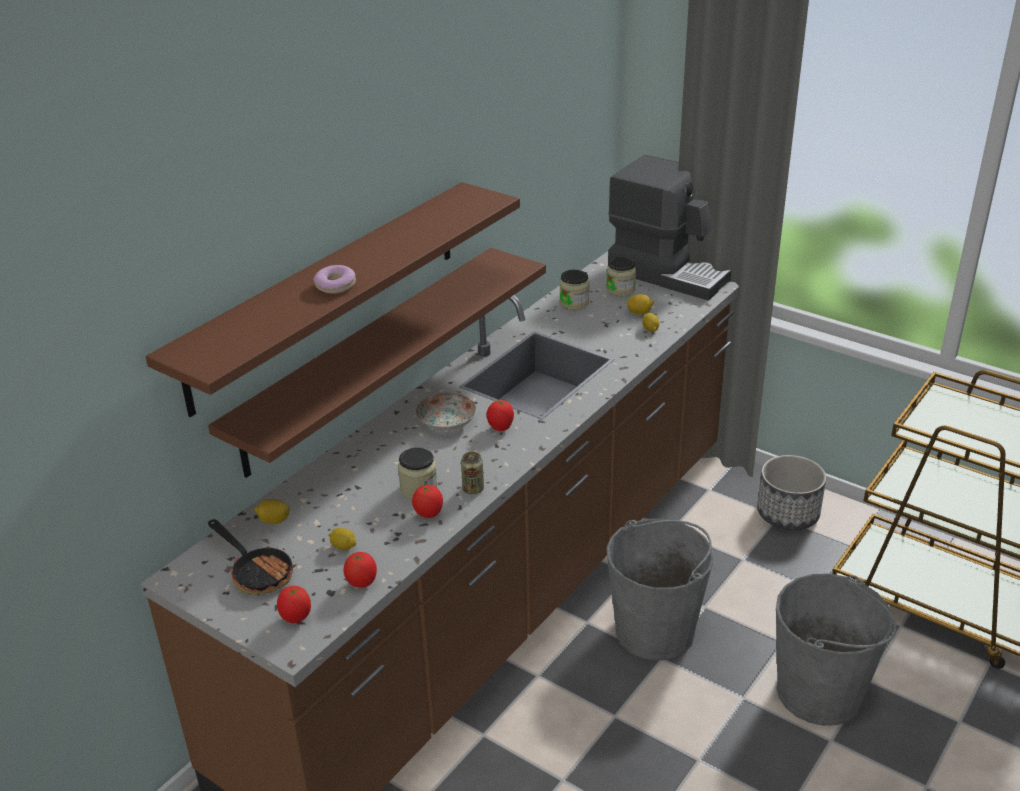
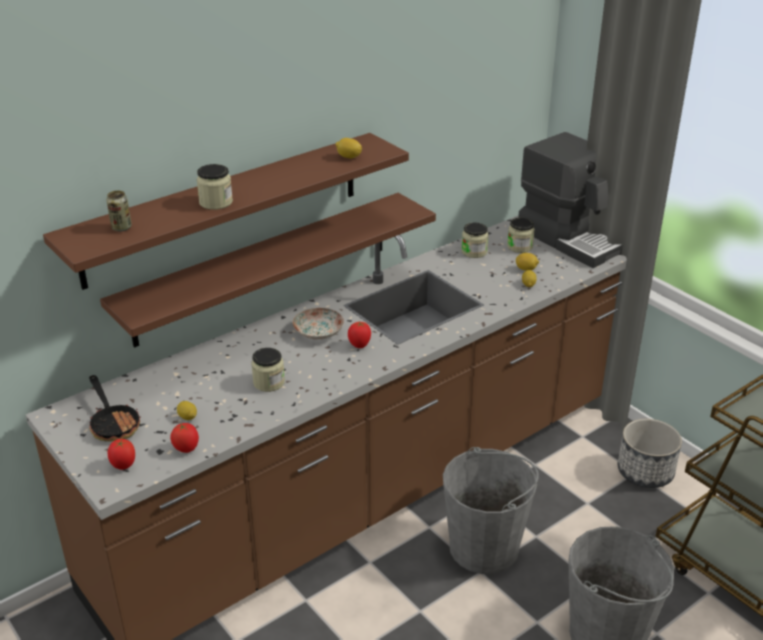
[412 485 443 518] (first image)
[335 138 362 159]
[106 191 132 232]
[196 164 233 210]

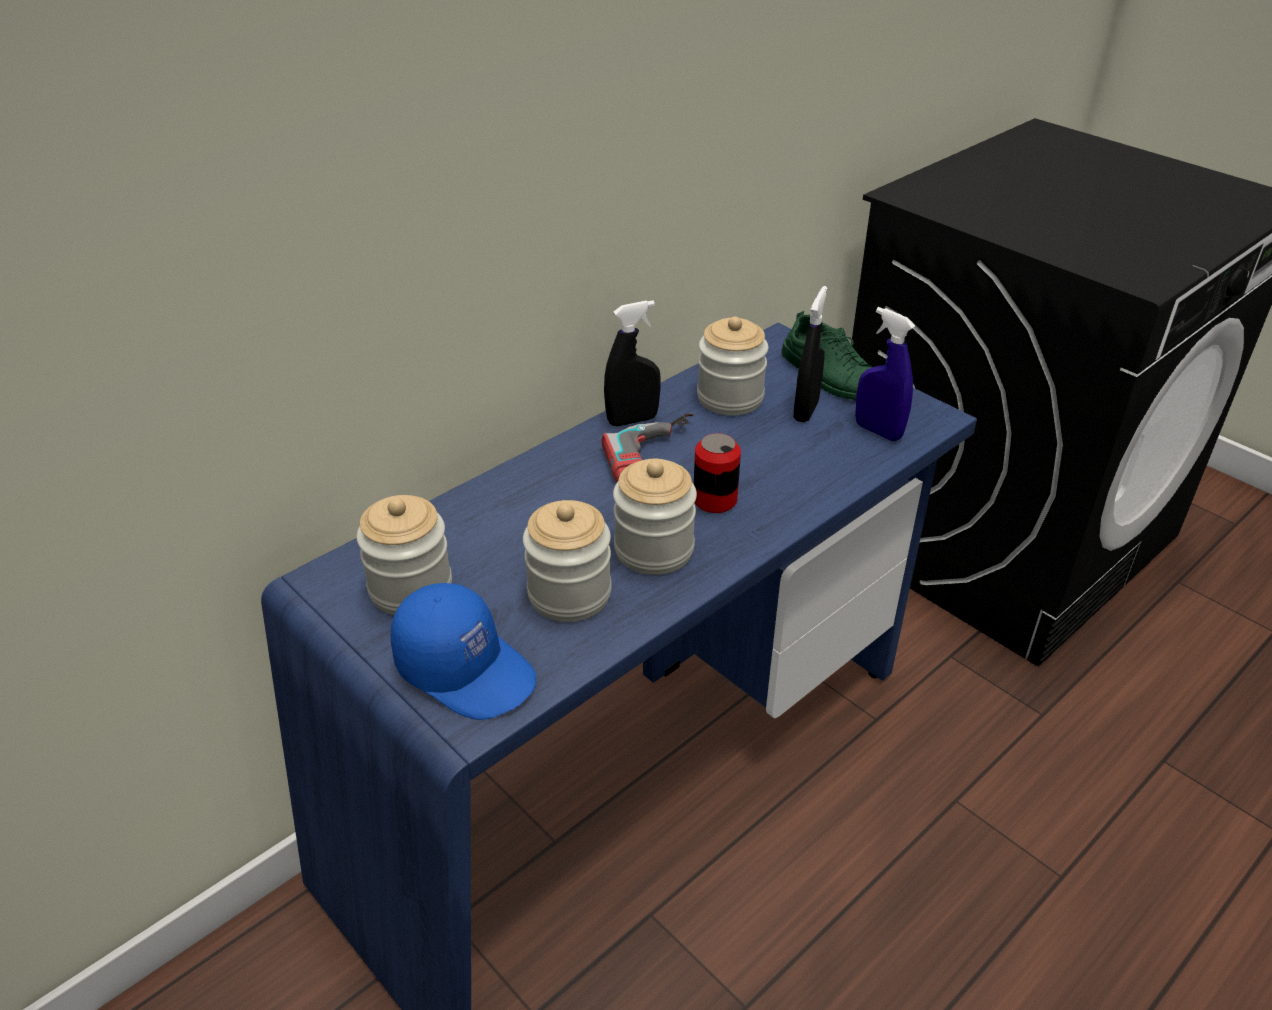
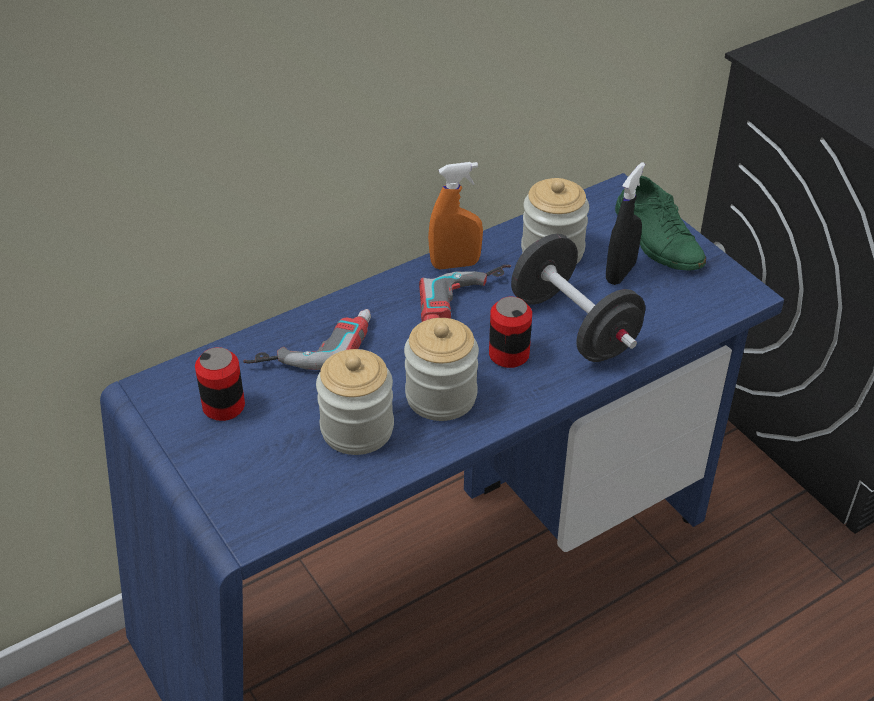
[390 583 536 720] (first image)
[855 307 915 441] (first image)
[243 309 371 370]
[511 234 645 362]
[195 347 245 421]
[428 162 483 270]

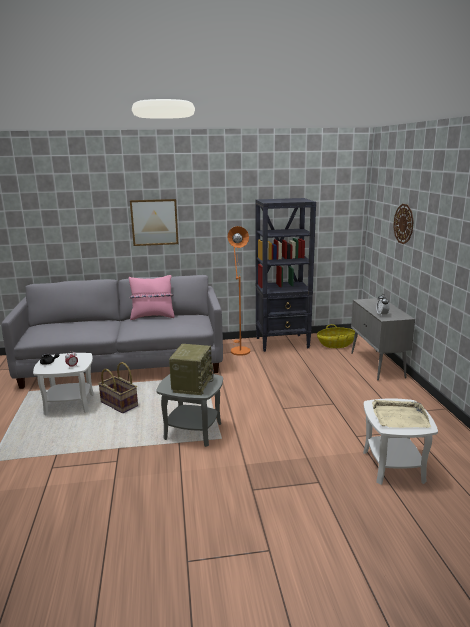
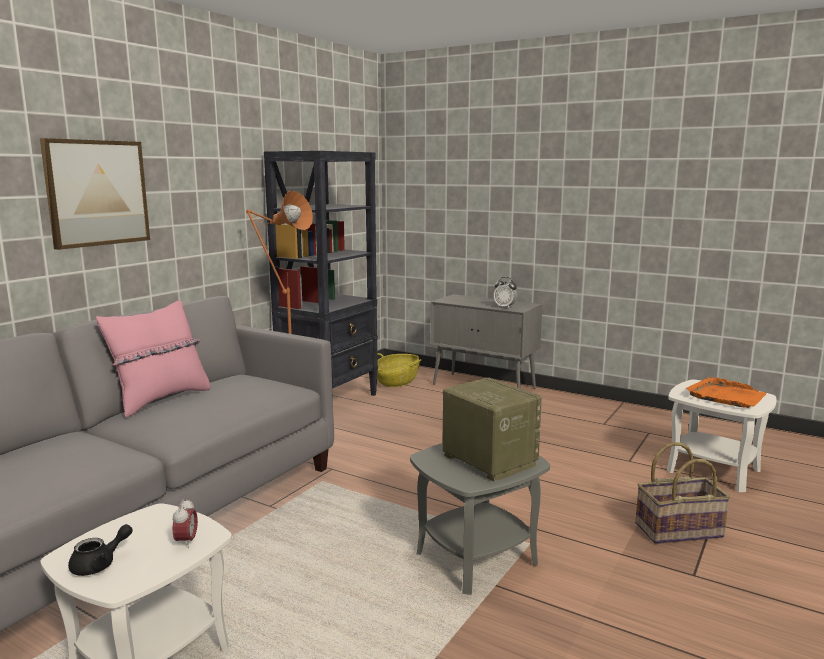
[393 204 414 244] (first image)
[635 442 731 544]
[686 377 766 408]

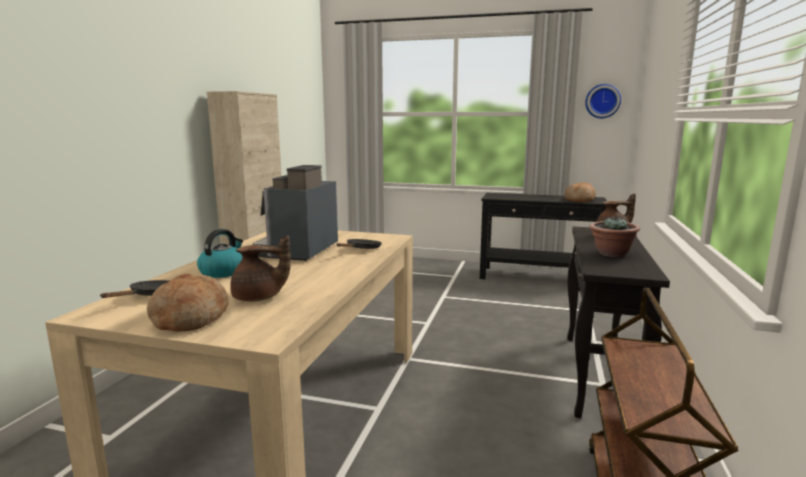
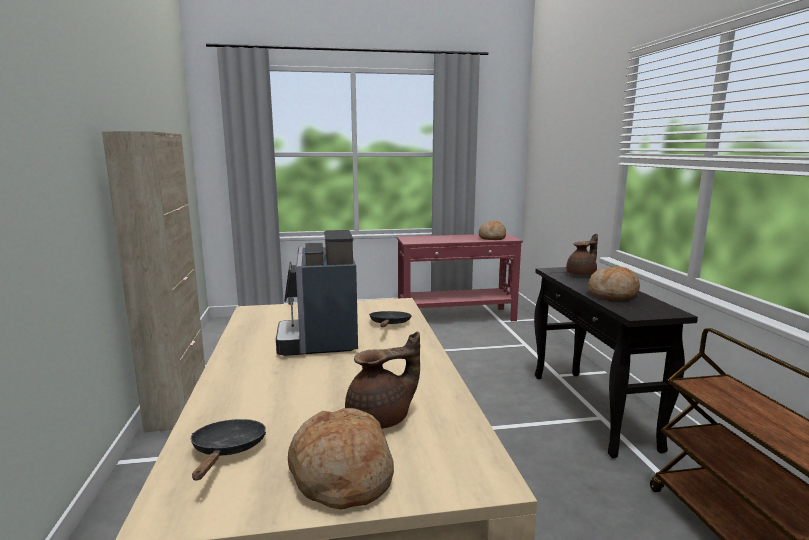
[197 229 243 278] (first image)
[585 84 621 118] (first image)
[588 267 640 301]
[397 233 523 321]

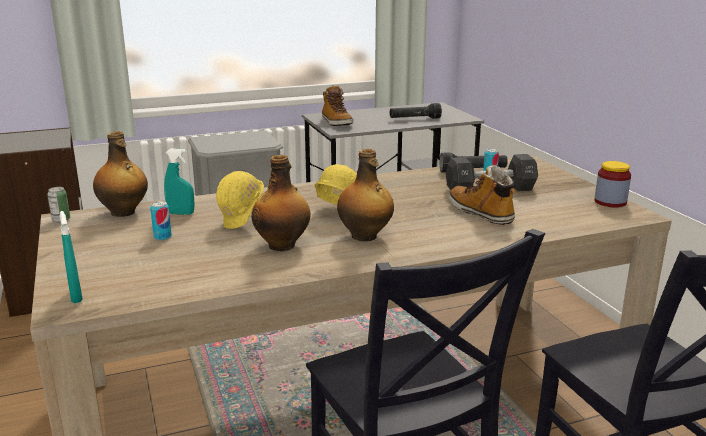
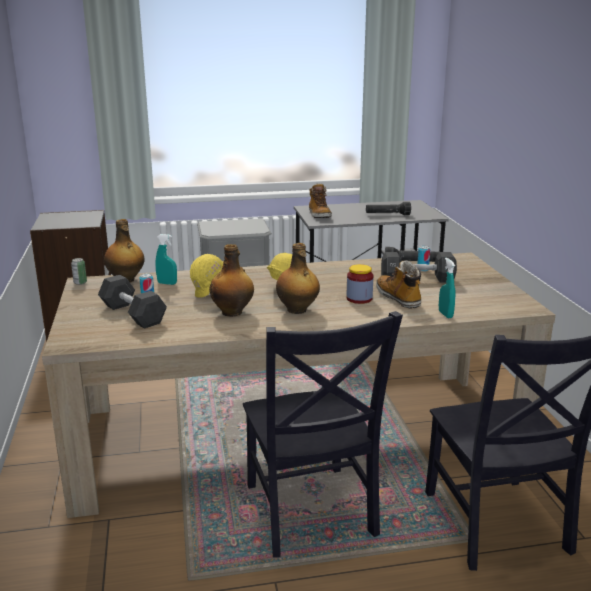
[98 275 167 329]
[439 258 455 318]
[346 264 373 304]

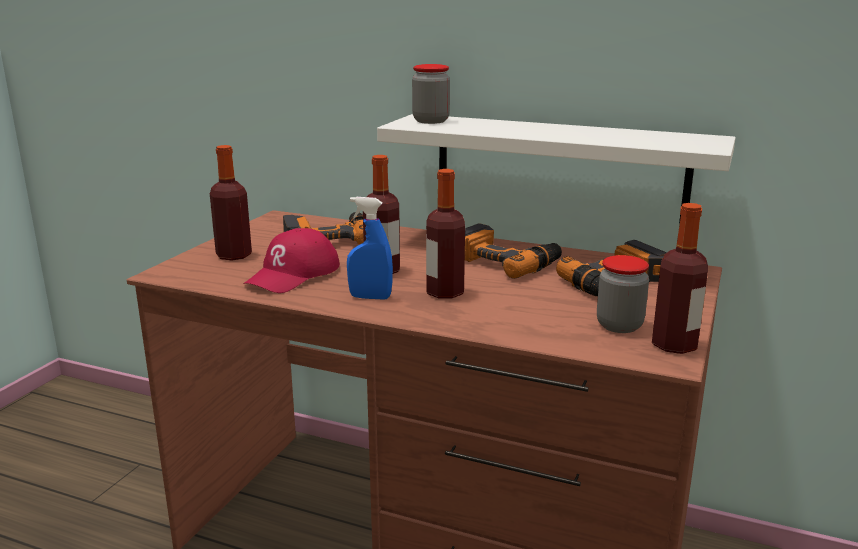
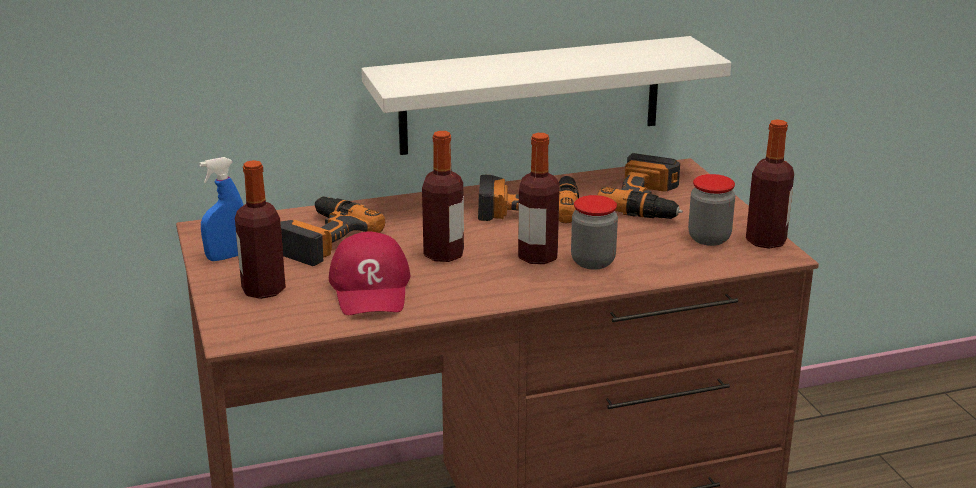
[199 157 244 261]
[571 195 618 270]

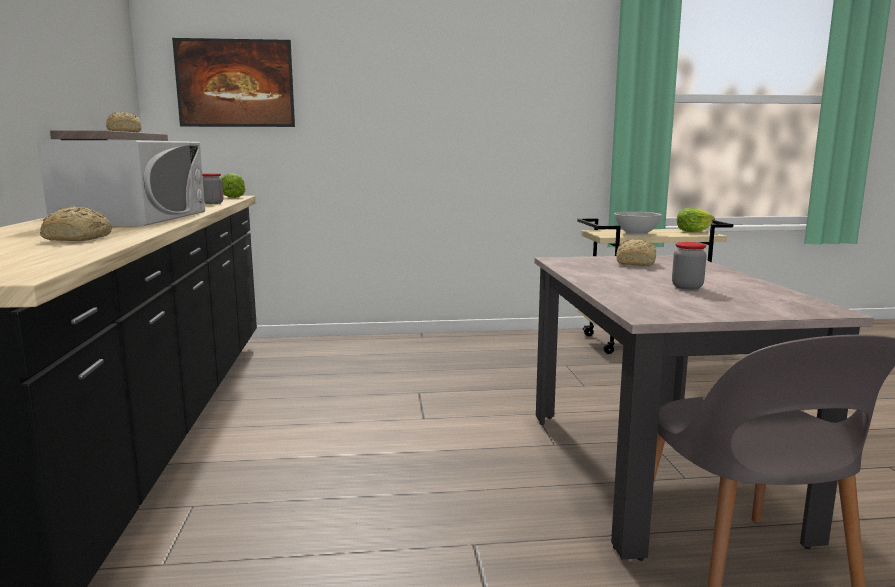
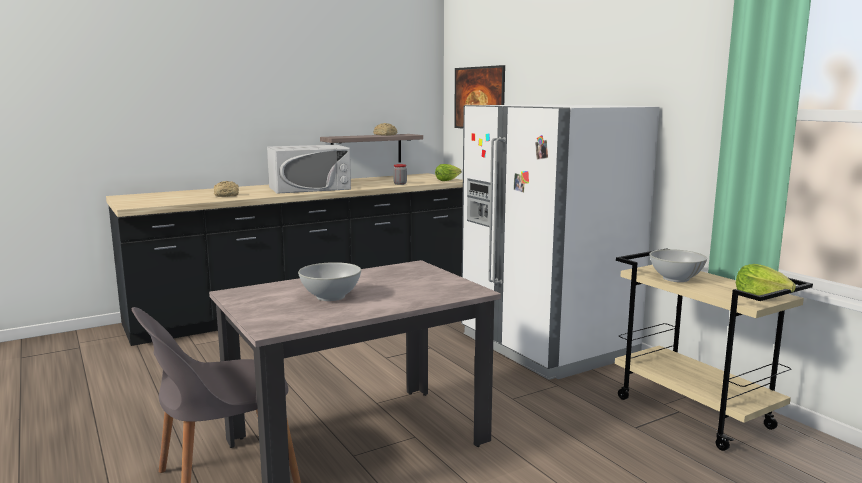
[616 239 656 266] (first image)
[461 104 660 380]
[298 262 361 301]

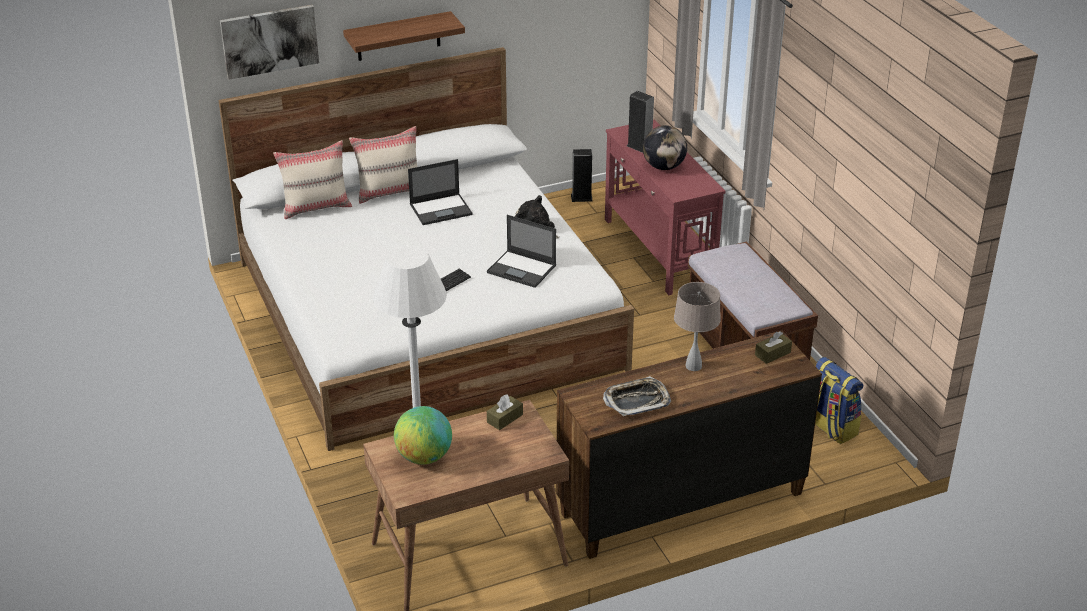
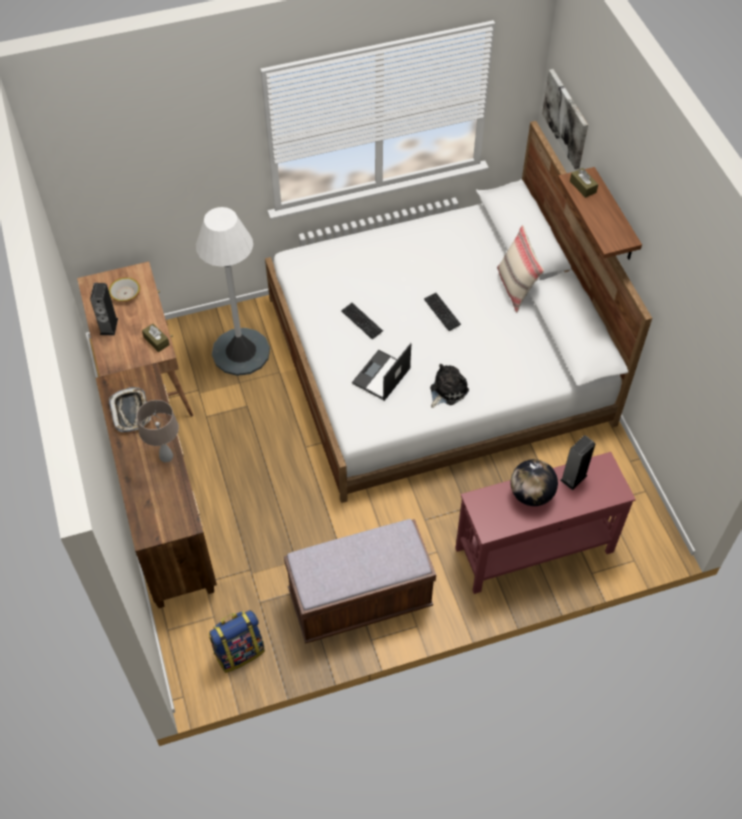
[273 140 352 219] (first image)
[408 159 472 225] (first image)
[424 293 461 331]
[90 283 118 336]
[570 168 598 198]
[109 277 140 302]

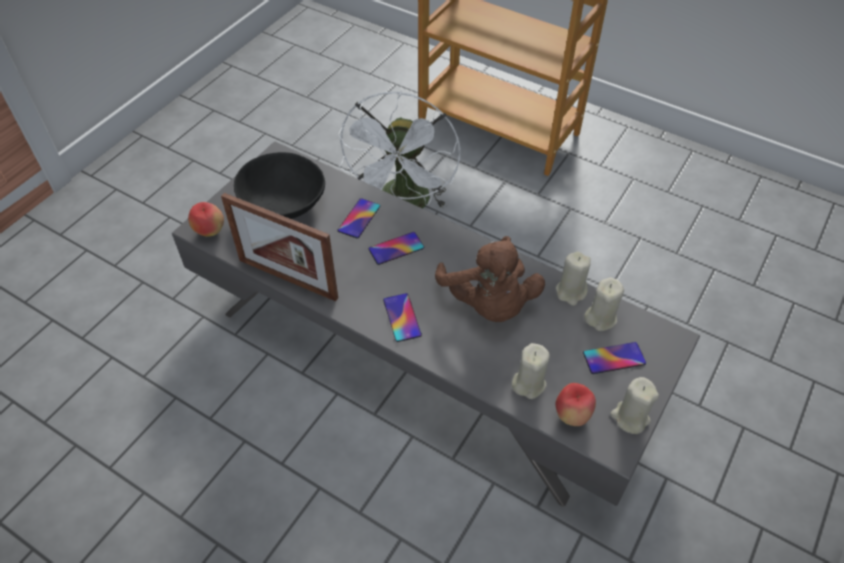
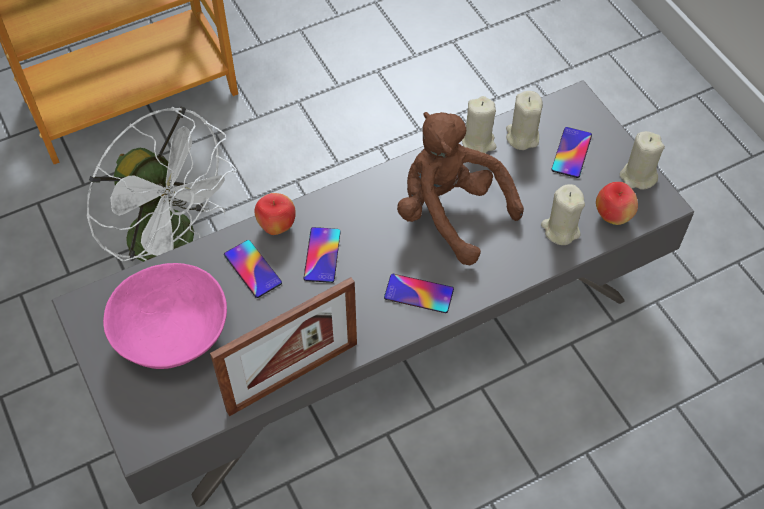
[255 193 296 235]
[103 263 227 369]
[397 112 524 265]

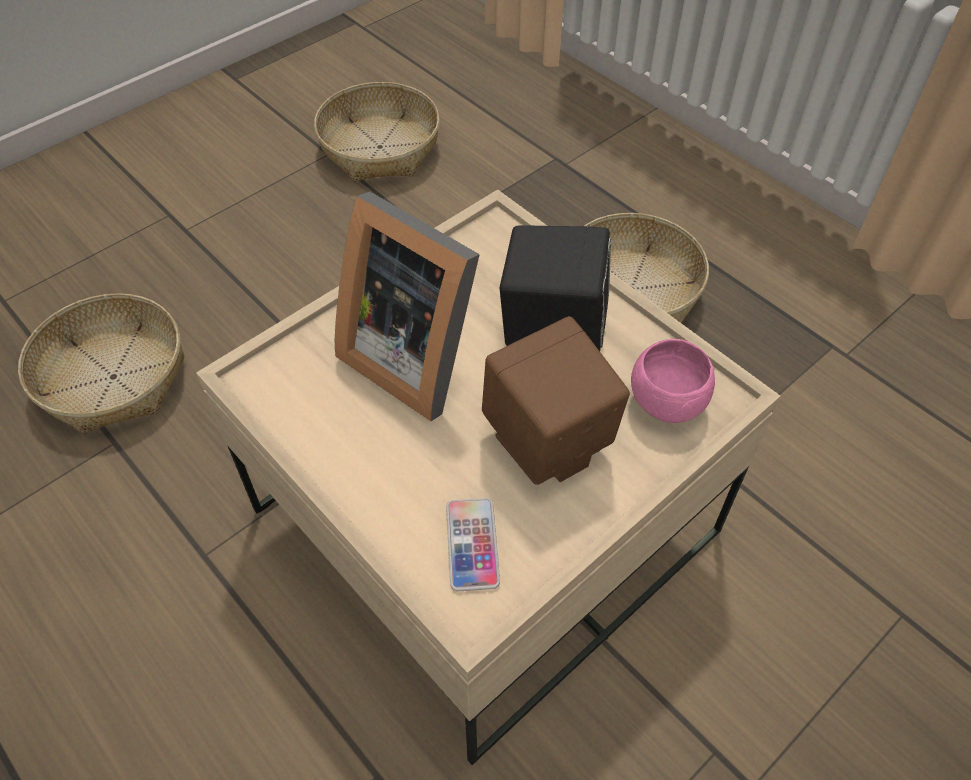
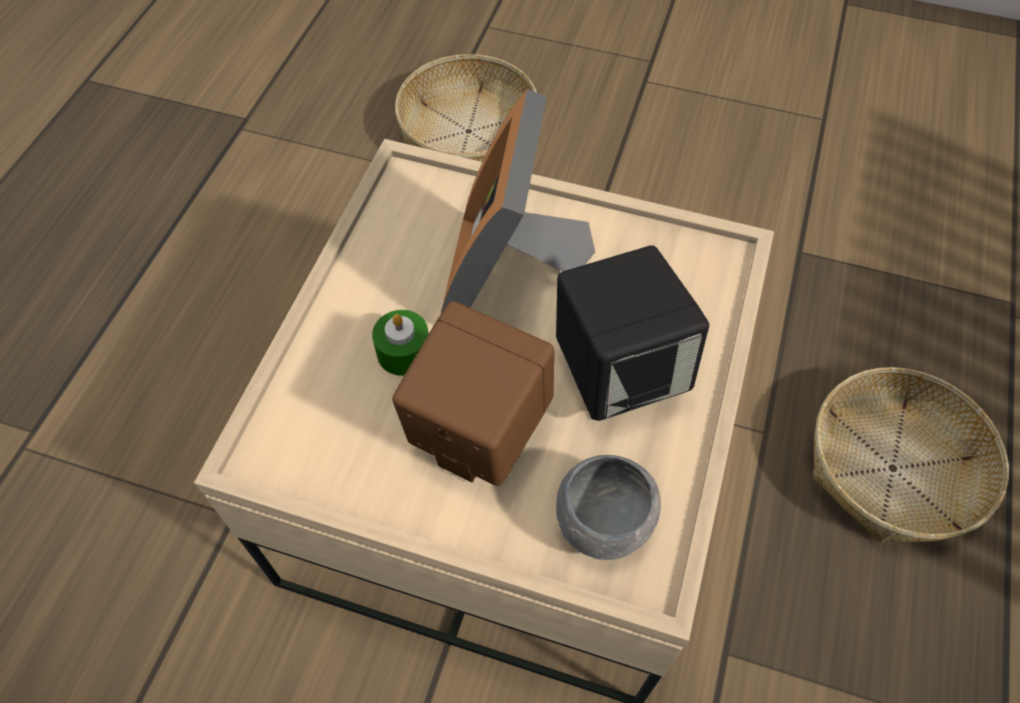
[314 82 440 182] (first image)
[446 498 500 591] (first image)
[372 310 429 376]
[556 455 661 560]

